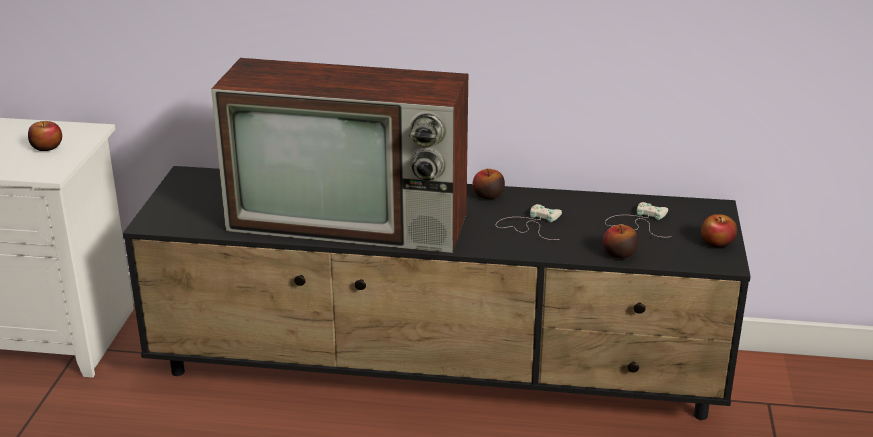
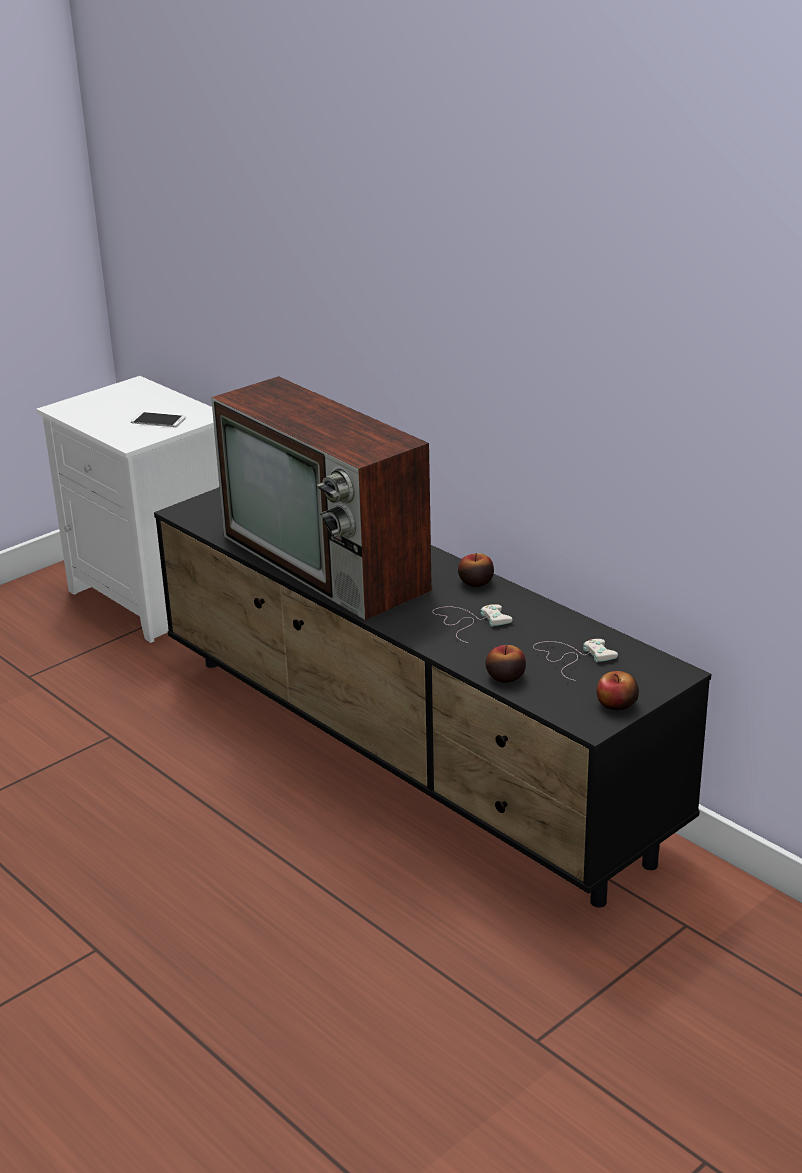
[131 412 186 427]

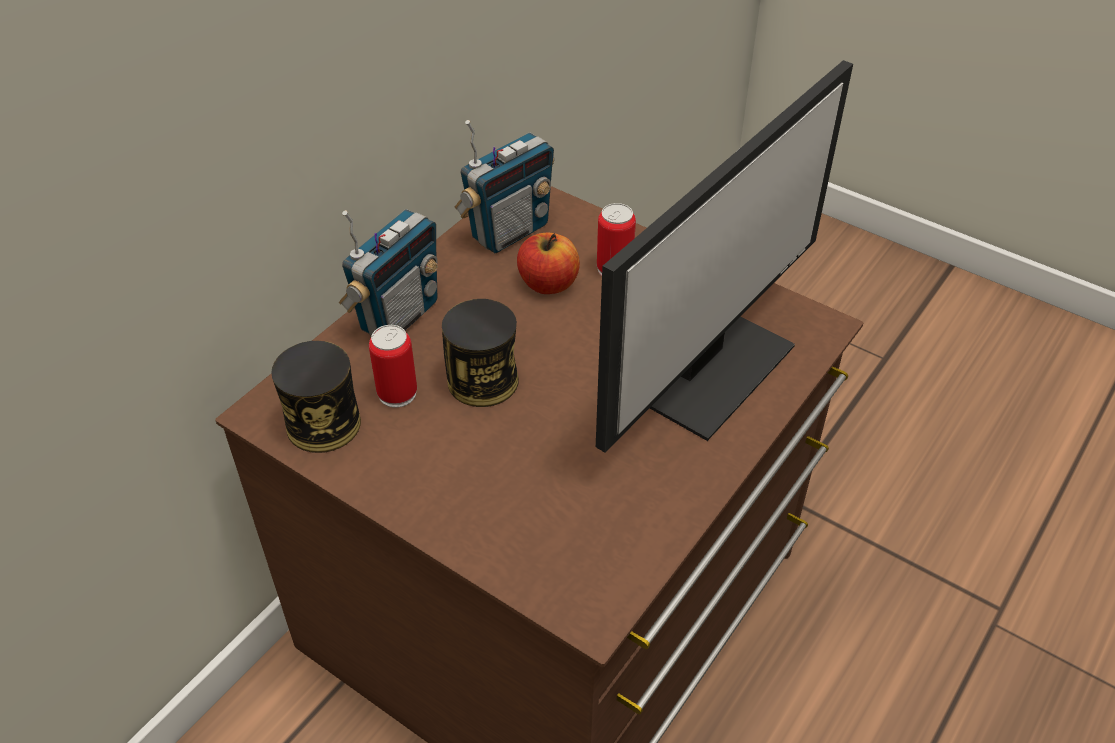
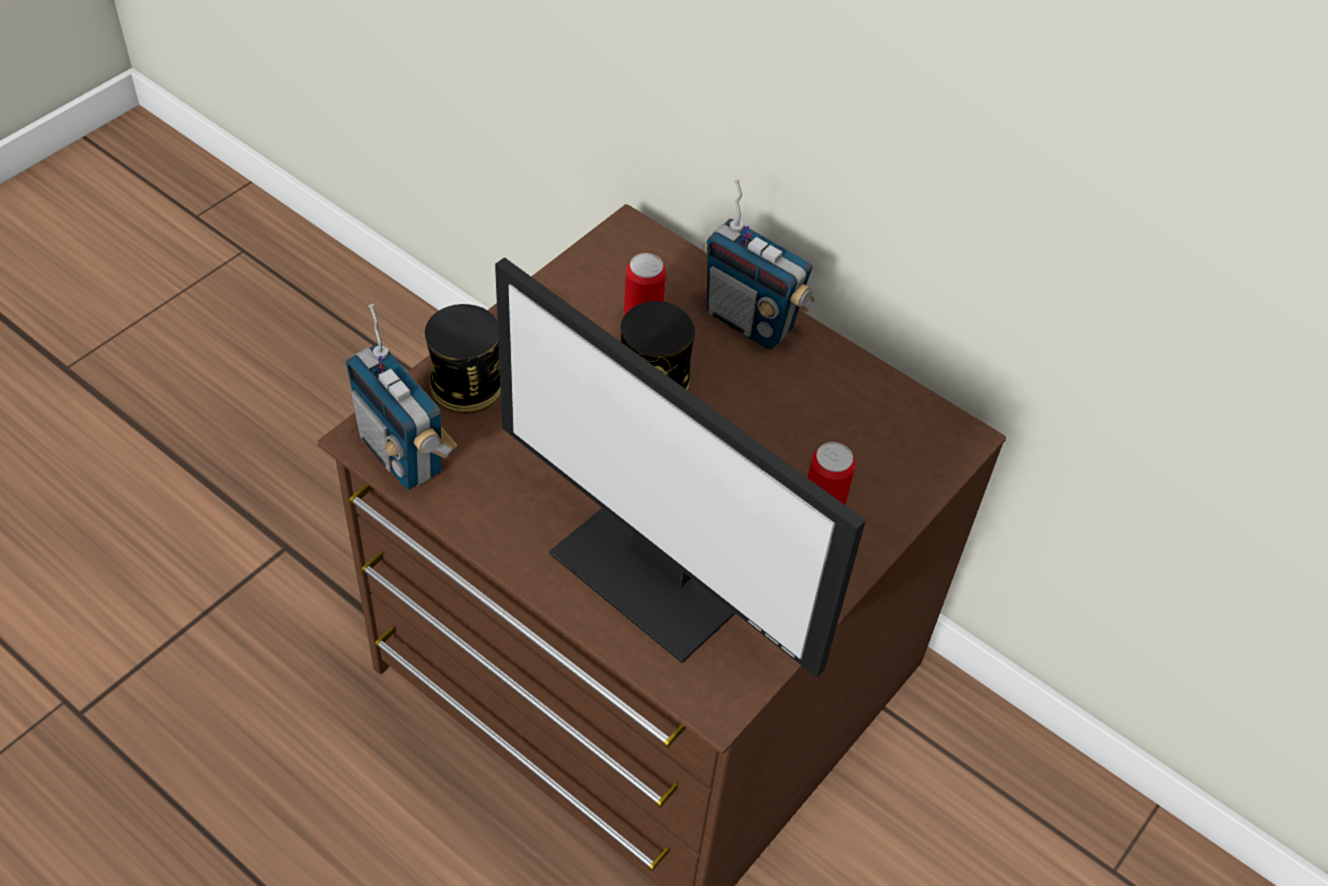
[517 233 580 294] (first image)
[425 304 501 413]
[345 304 457 490]

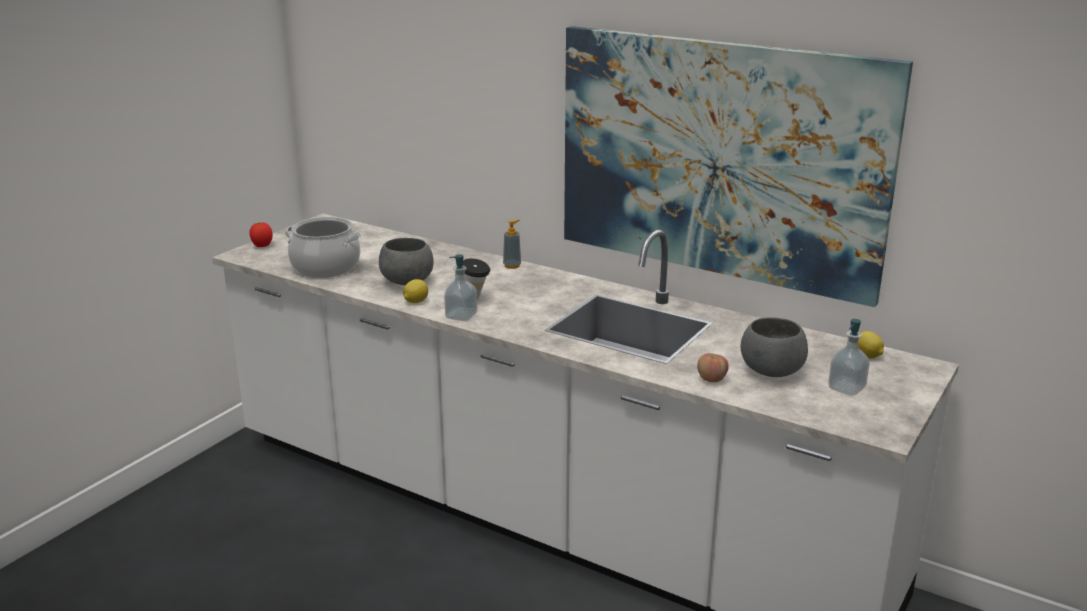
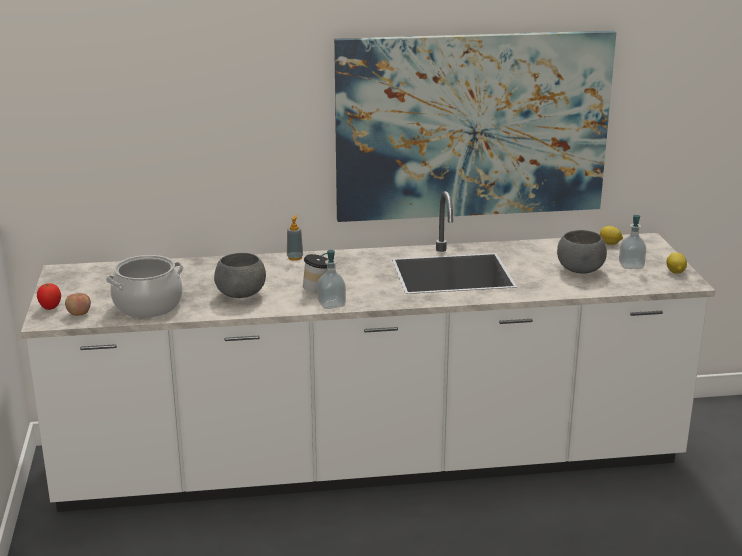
[667 253 687 274]
[65 293 91 316]

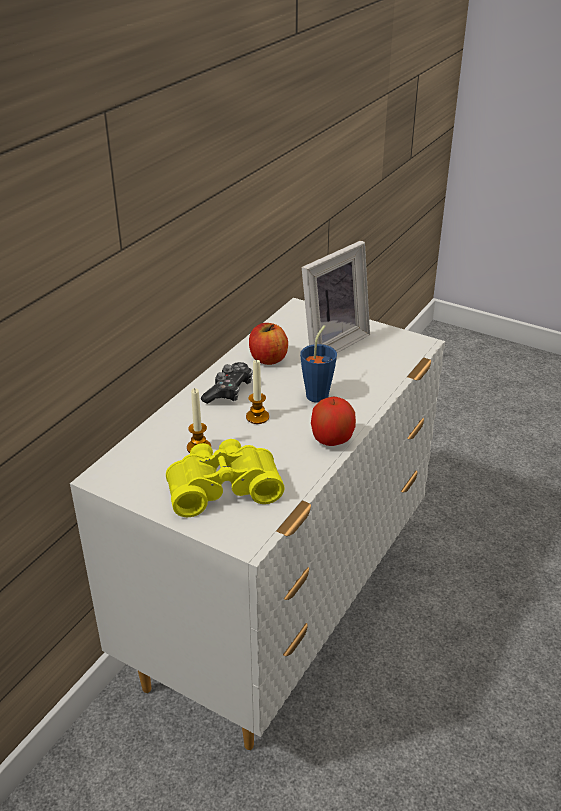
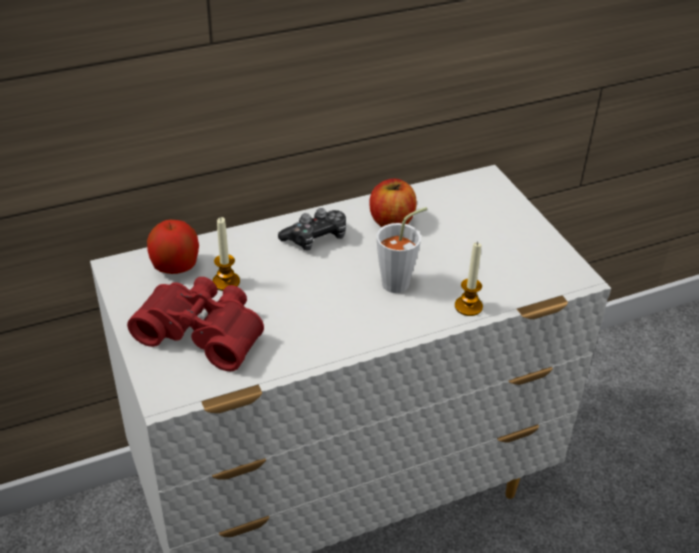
[302 241 370 353] (first image)
[455 242 483 316]
[147 220 199 274]
[127 277 264 371]
[377 207 428 293]

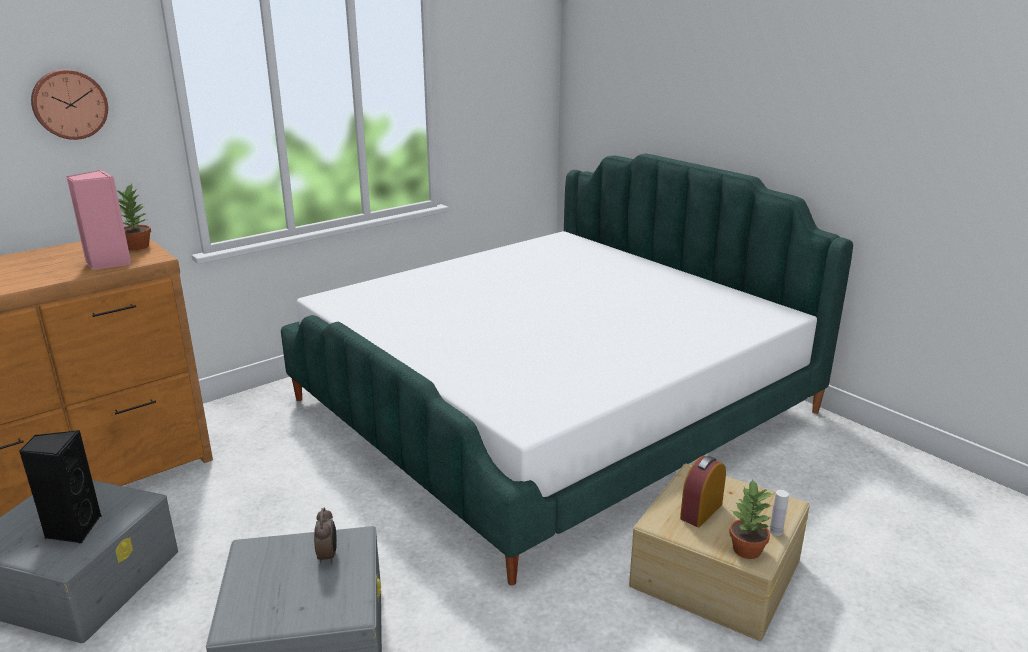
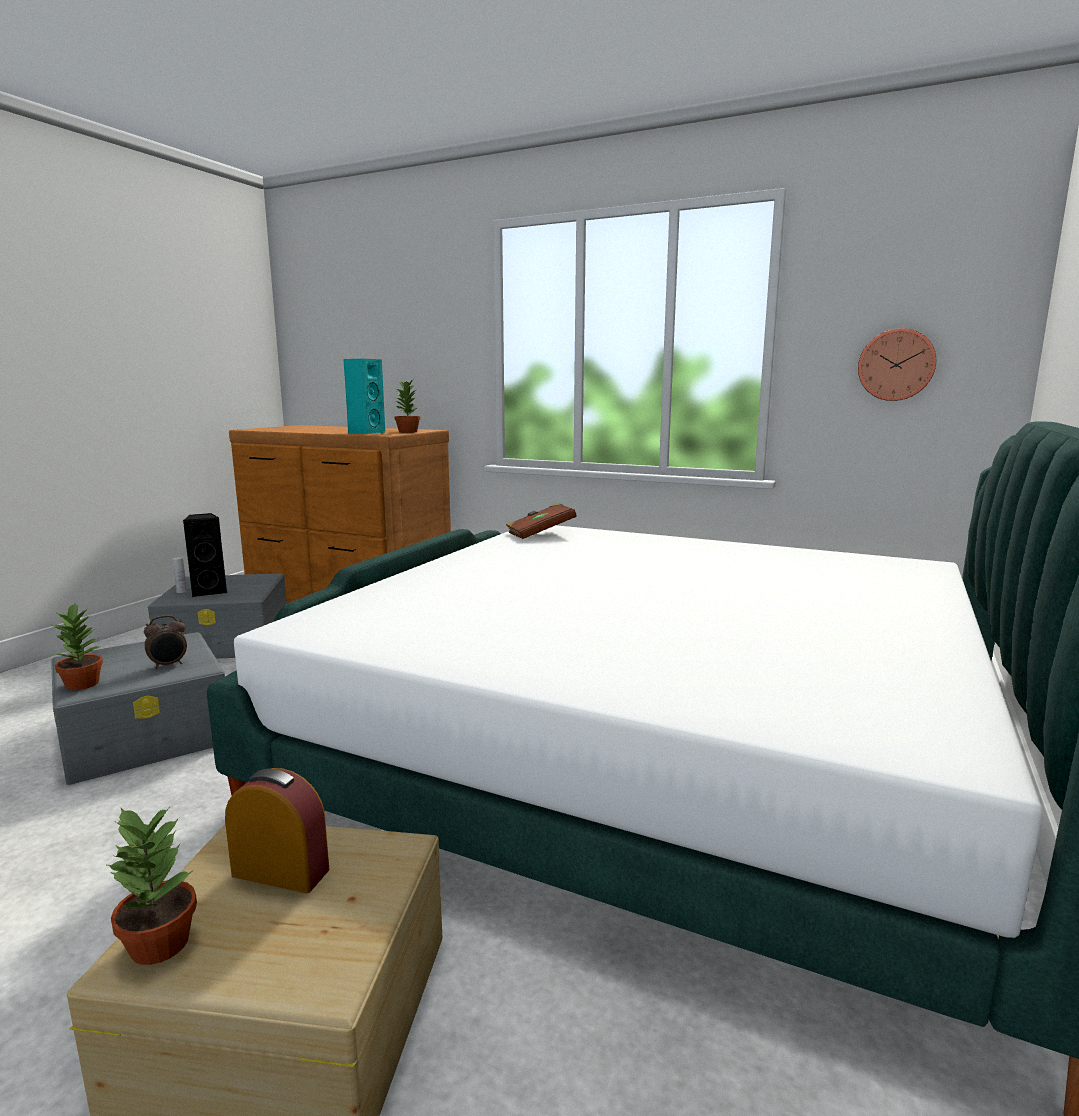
[51 602 103 690]
[506 502 577 539]
[858 328 936 401]
[173 557 187 593]
[343 358 385 434]

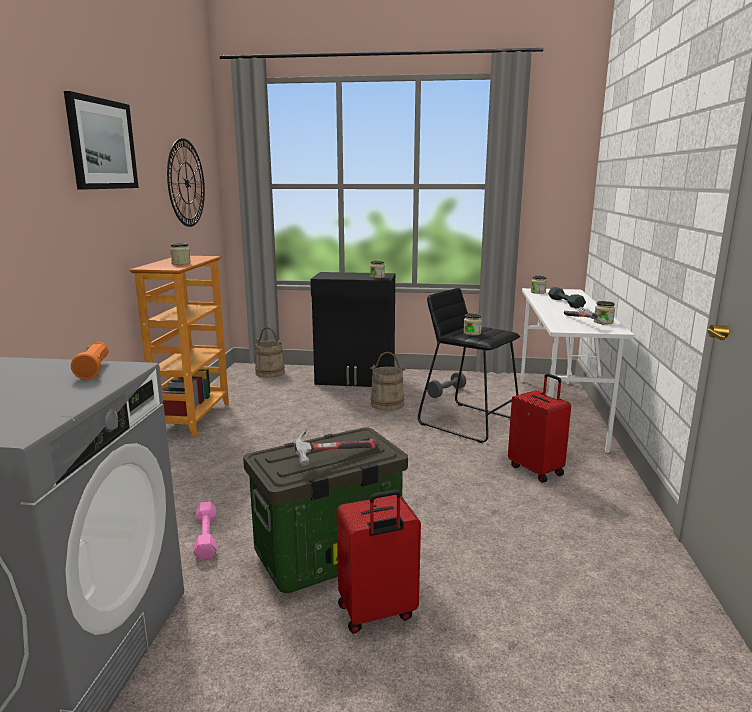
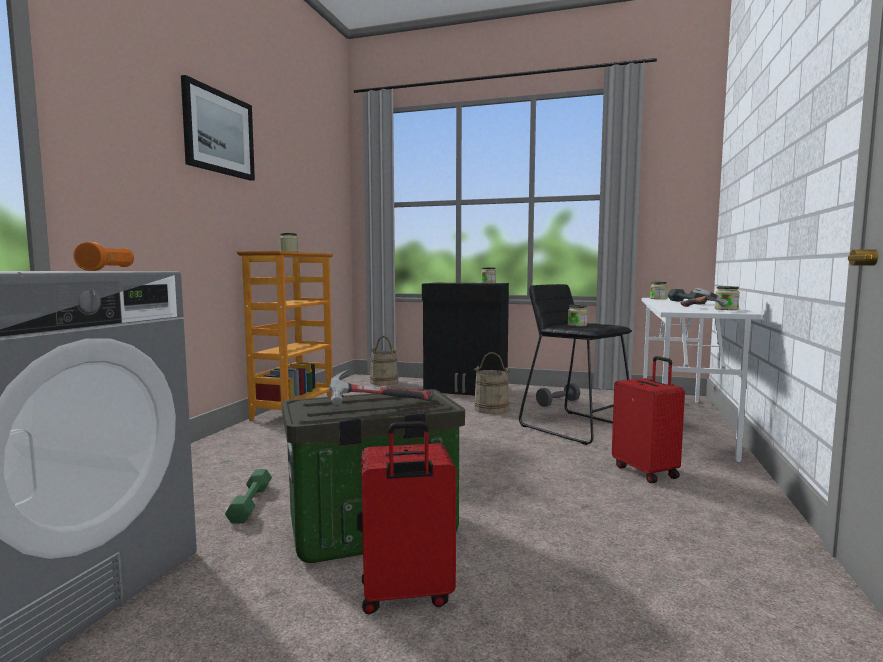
[167 138 205 227] (first image)
[225 469 272 524]

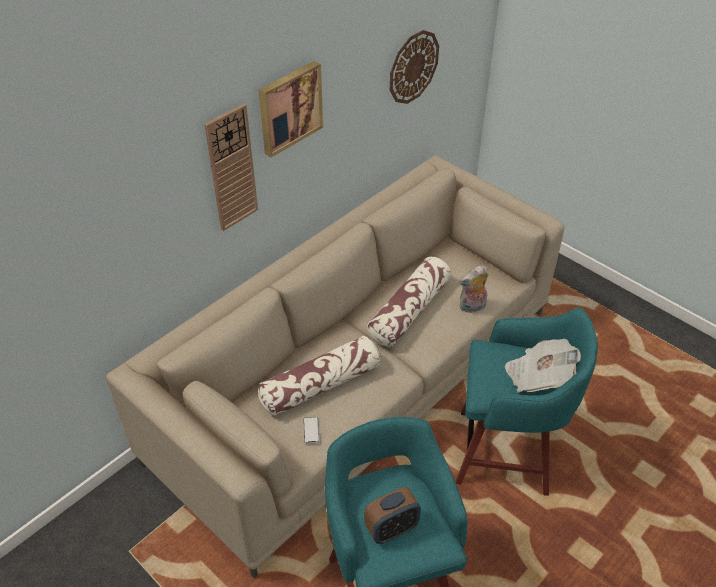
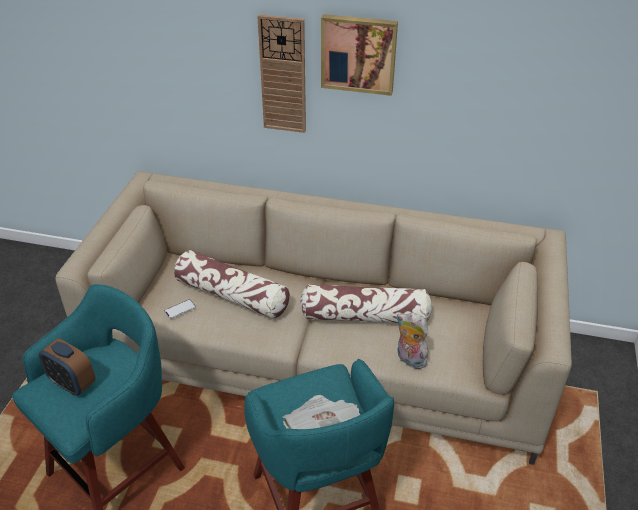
[390 30 439 104] (first image)

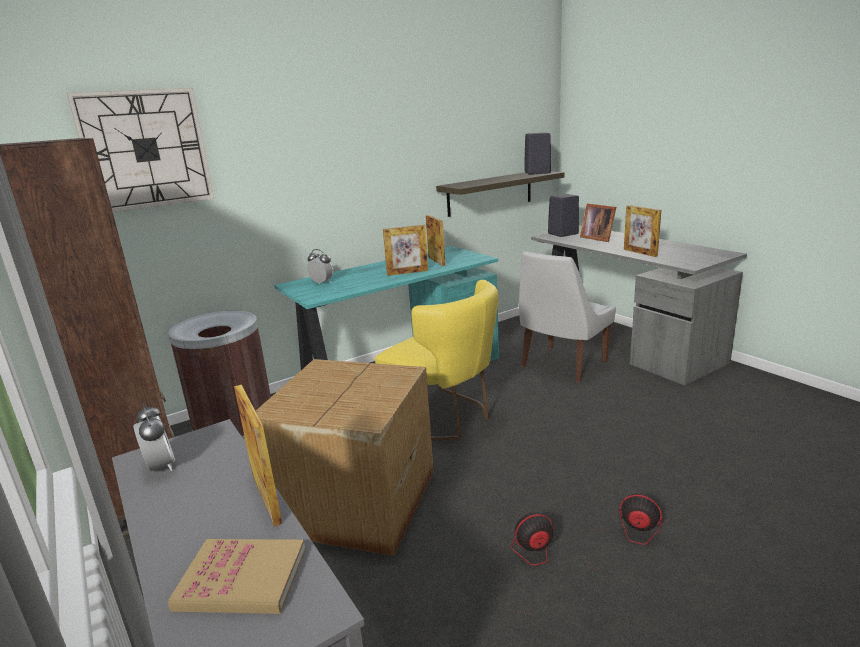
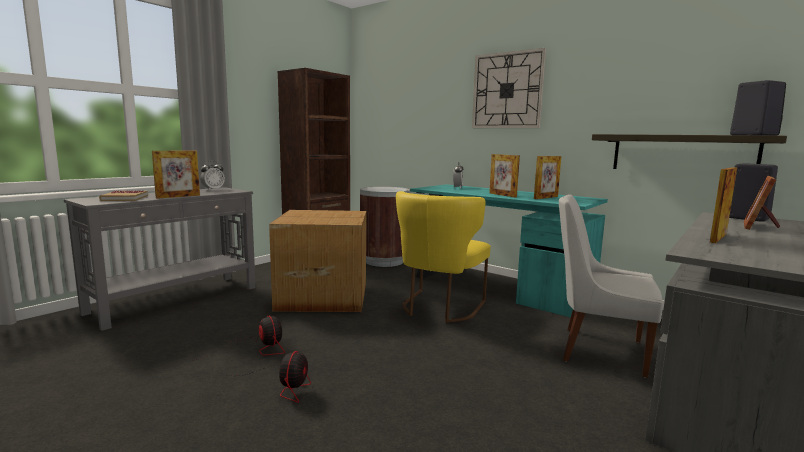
[472 48 546 128]

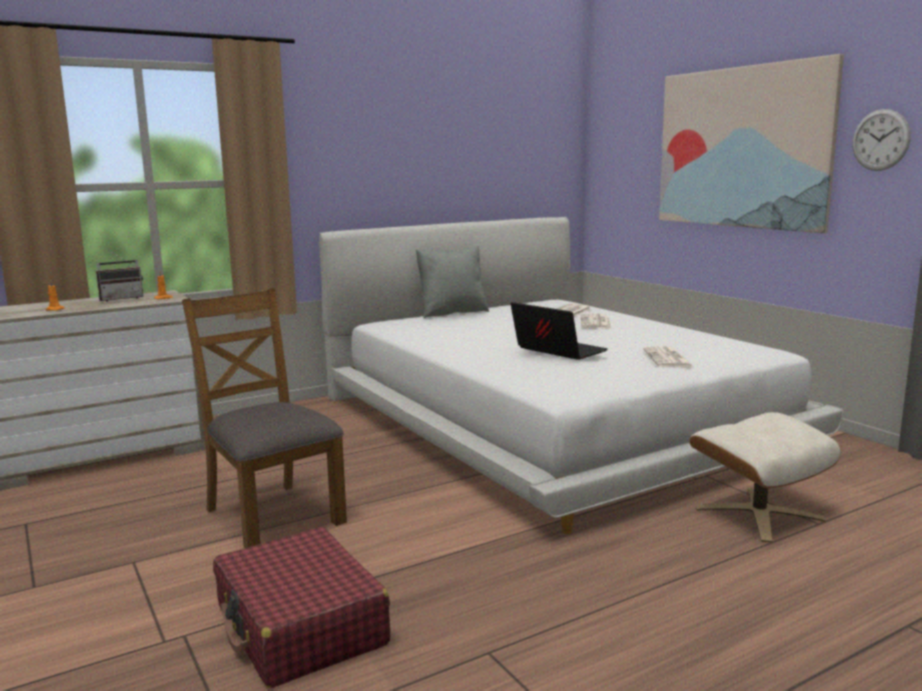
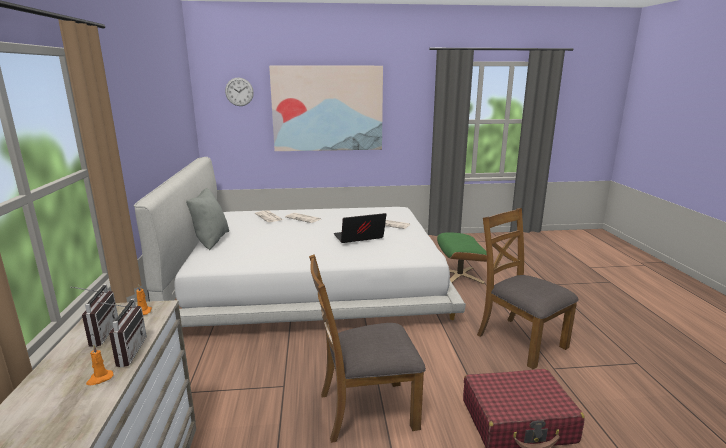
[97 299 147 367]
[477 208 578 369]
[225 78 254 106]
[437 232 487 284]

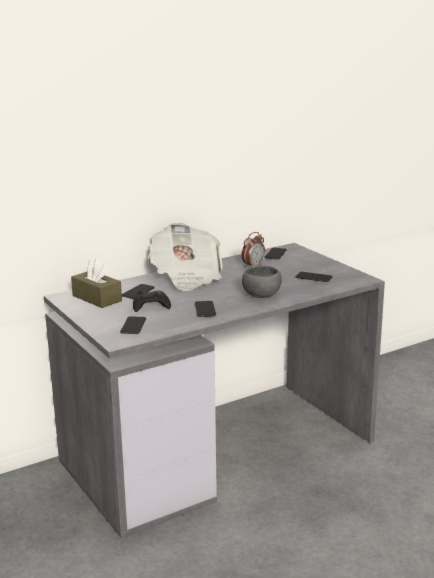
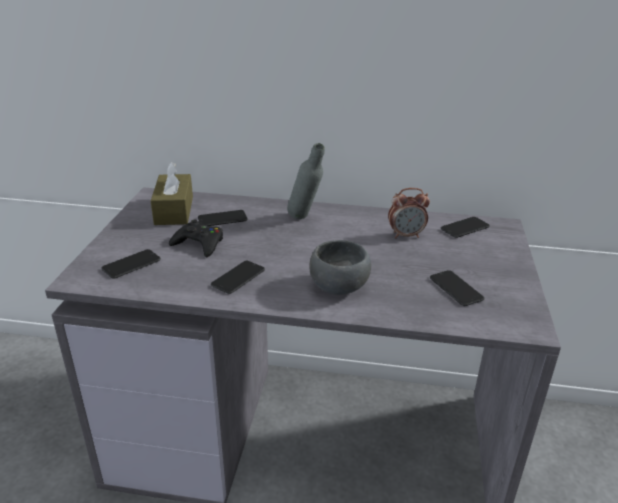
[287 143 325 219]

